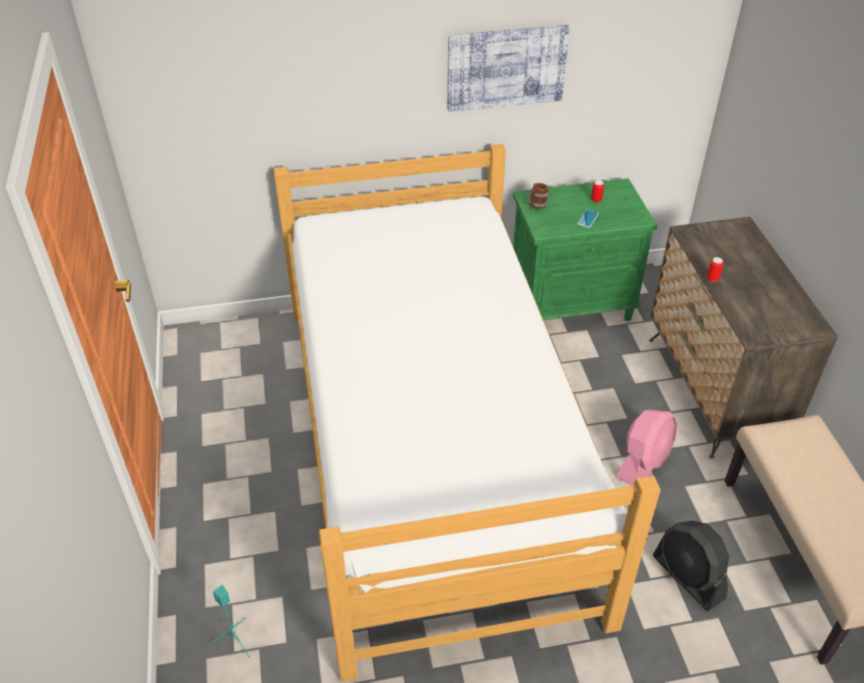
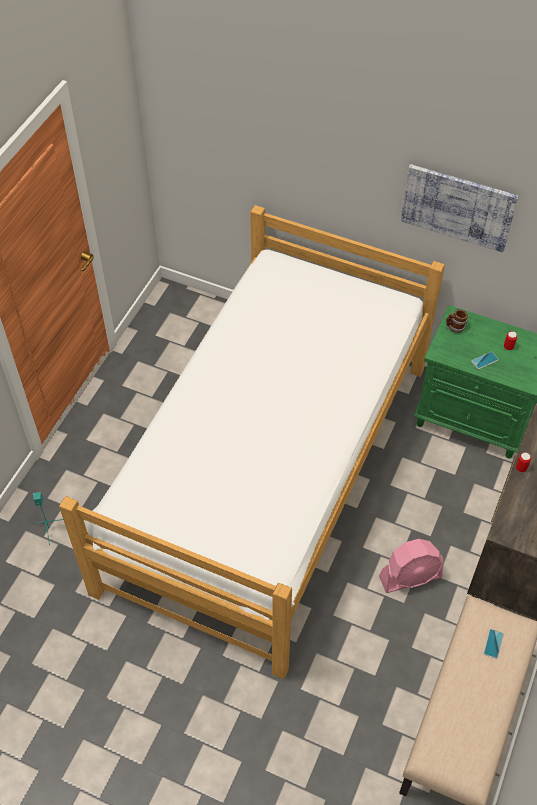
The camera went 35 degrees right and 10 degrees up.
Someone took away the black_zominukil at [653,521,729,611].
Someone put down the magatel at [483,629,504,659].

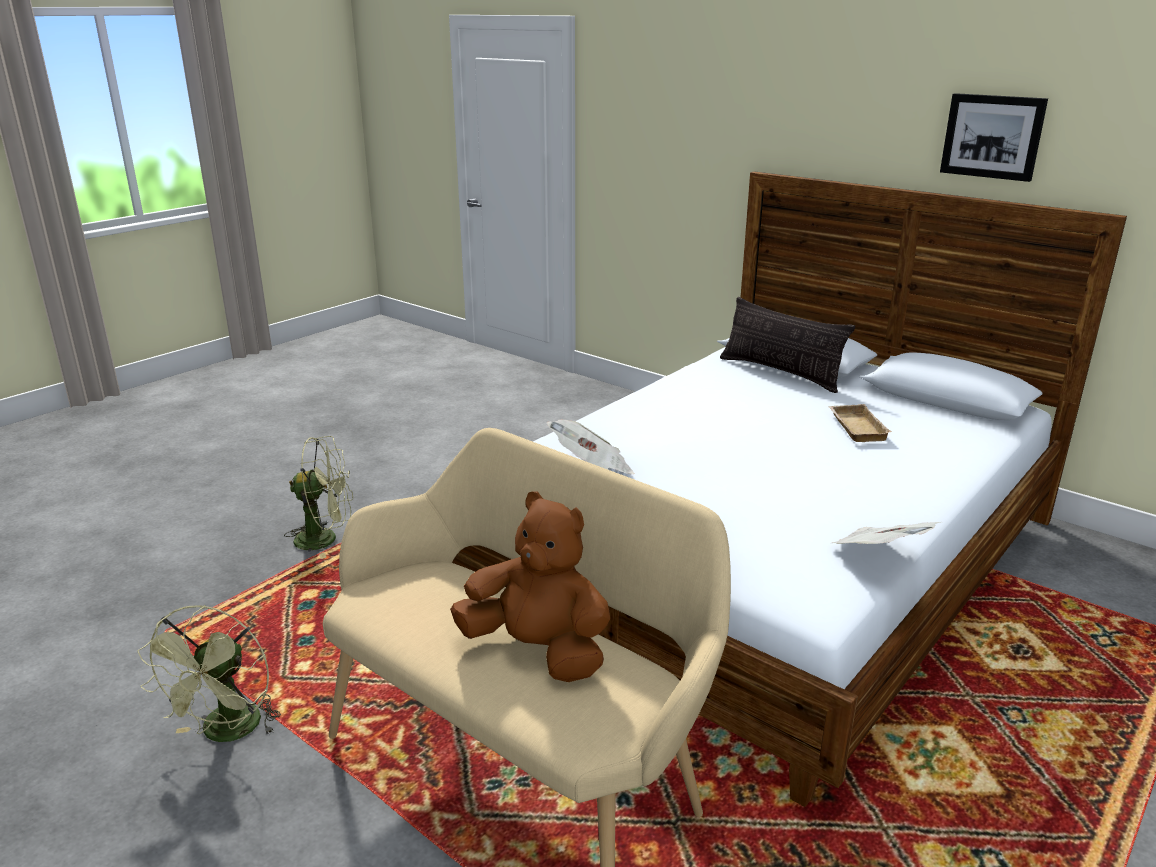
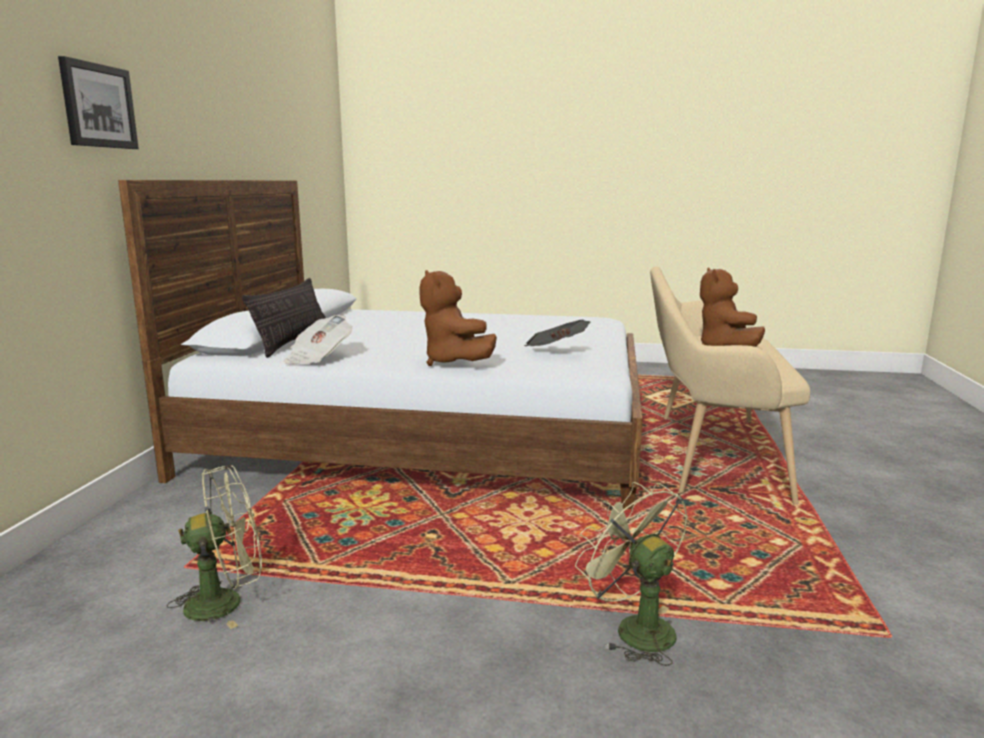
The camera went 120 degrees left and 10 degrees down.
Someone carried the green_zominukil from [137,605,281,742] to [167,465,262,629].
Someone took away the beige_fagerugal at [828,404,892,442].
Someone carried the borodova from [832,522,941,544] to [284,315,352,365].
Someone carried the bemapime from [940,93,1048,182] to [58,56,139,149].
Someone put down the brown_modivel at [420,270,497,366].

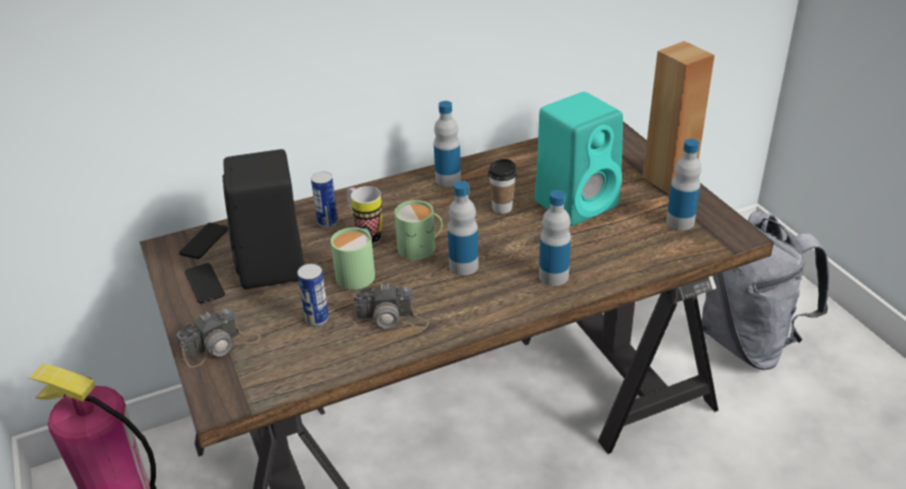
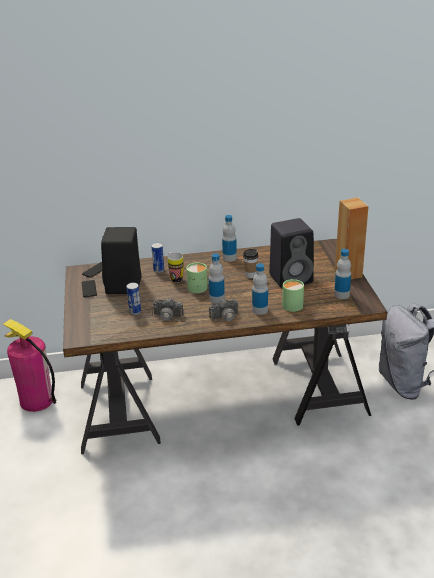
The camera went 15 degrees right and 5 degrees down.
Someone carried the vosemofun from [176,309,261,368] to [209,299,248,324].
Someone carried the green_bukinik from [331,227,375,290] to [282,279,305,312].
Someone repainted the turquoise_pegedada at [535,92,623,226], which became the black_pegedada at [269,218,314,289].

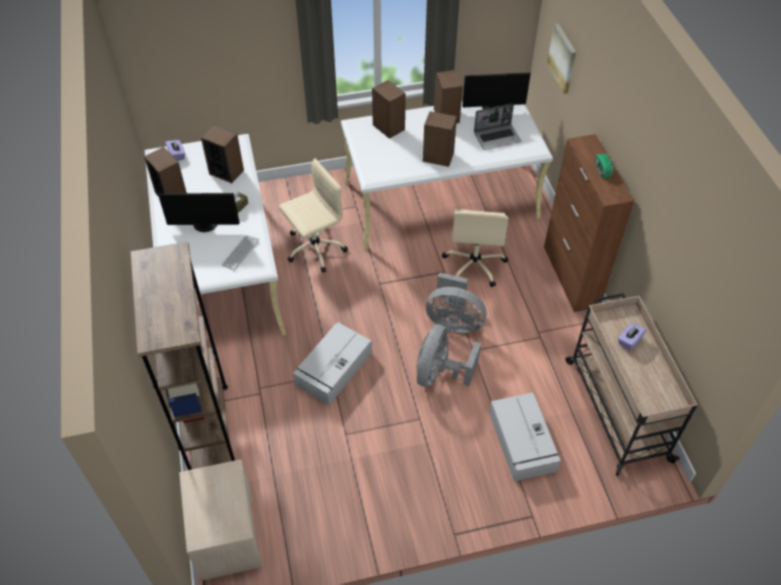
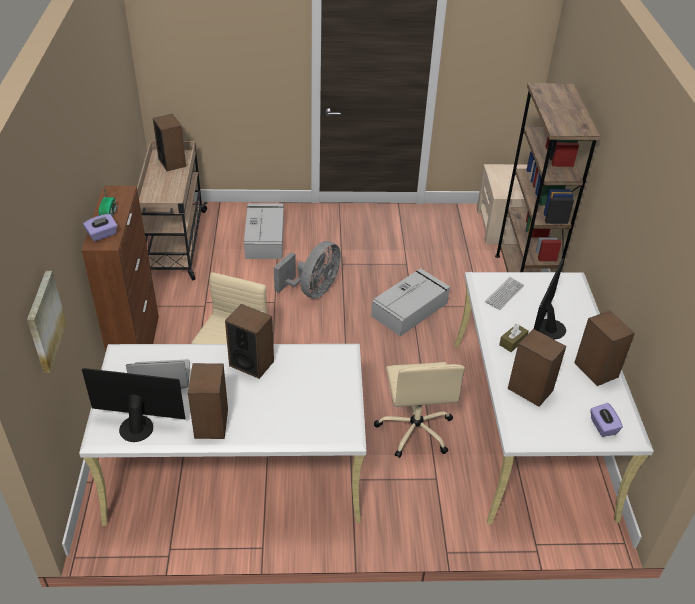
The camera went 170 degrees left and 10 degrees down.
Someone rotated the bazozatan at [158,193,240,232] by 75 degrees counterclockwise.
Someone rotated the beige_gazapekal at [279,158,348,273] by 75 degrees counterclockwise.
Someone carried the pegedada from [372,80,406,139] to [153,114,186,171].
Someone took away the grey_zominukil at [426,272,486,333].
Someone carried the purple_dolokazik from [618,323,647,351] to [83,214,117,241].

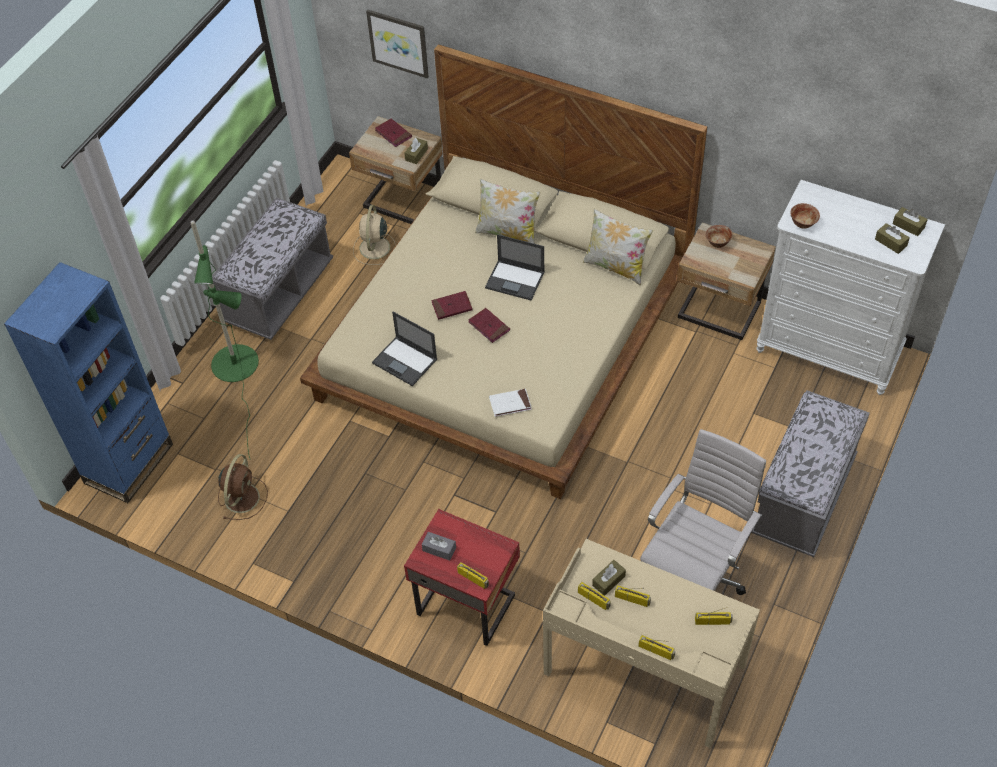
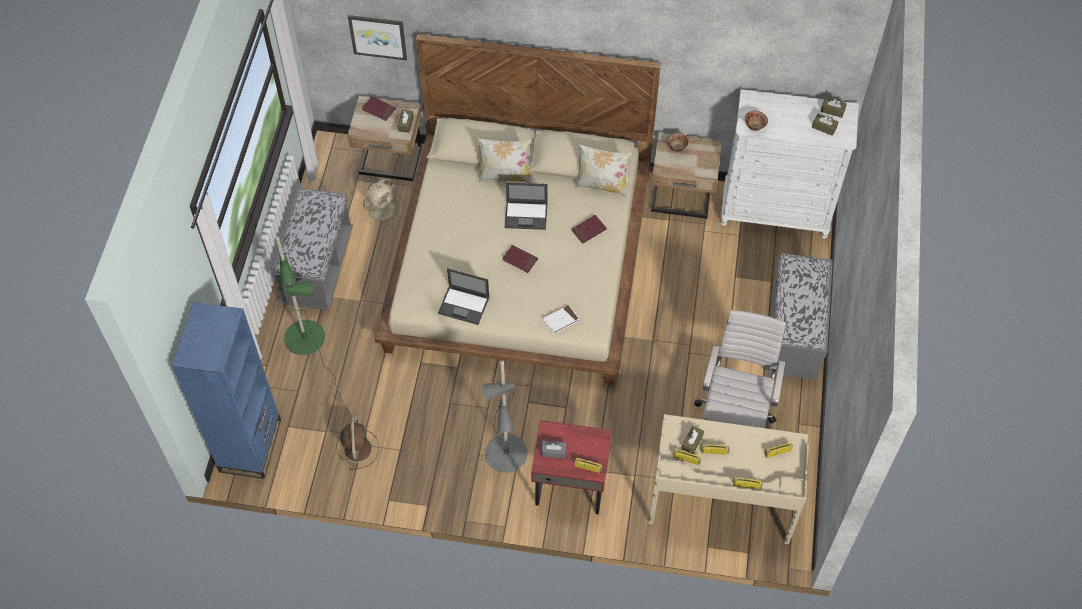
The camera went 20 degrees left and 5 degrees up.
Someone rotated the beige_zominukil at [353,205,396,265] by 120 degrees counterclockwise.
Someone carried the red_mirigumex from [431,291,473,320] to [571,215,607,244].
Someone put down the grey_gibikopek at [400,361,528,473].

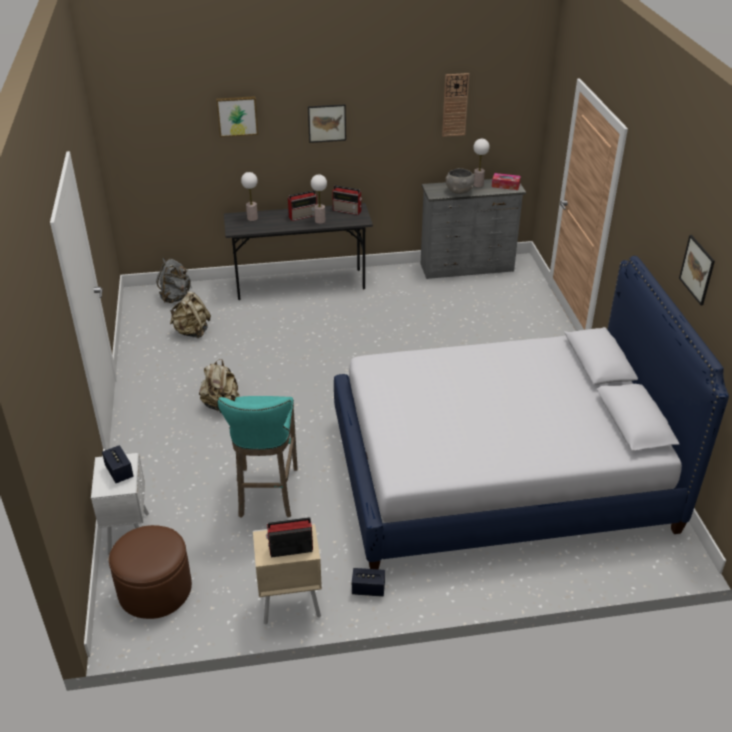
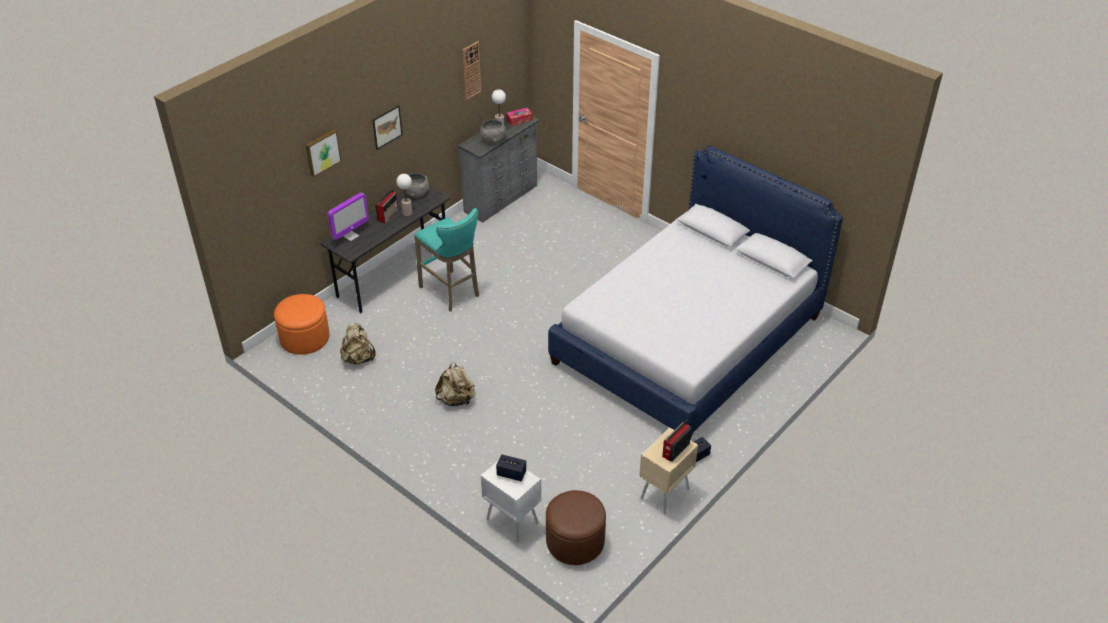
The camera went 40 degrees left and 5 degrees up.
Someone swapped the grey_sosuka at [156,258,192,303] for the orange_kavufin at [274,294,330,354].
Someone carried the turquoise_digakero from [218,396,298,518] to [414,208,479,312].
Someone swapped the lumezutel at [241,172,258,221] for the bazozatan at [328,193,369,241].
Someone swapped the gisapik at [332,185,362,215] for the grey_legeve at [403,173,429,198].
Someone took away the bemapime at [679,235,715,305].

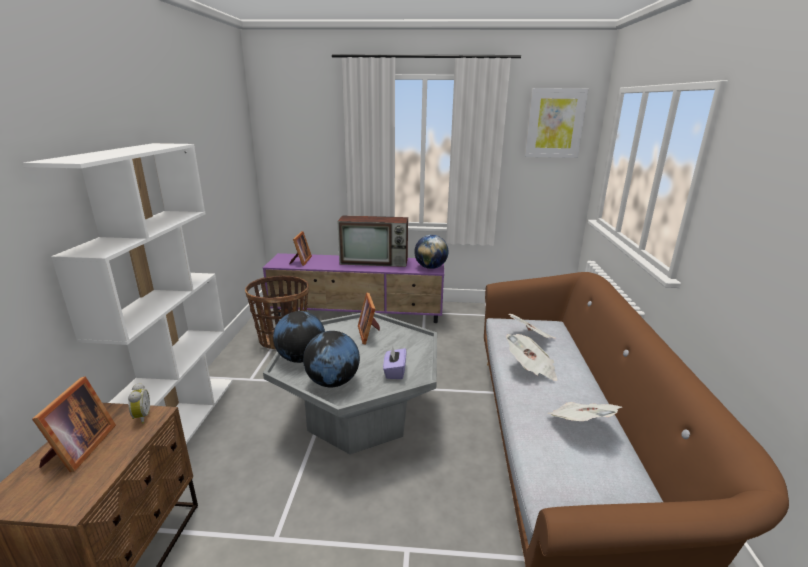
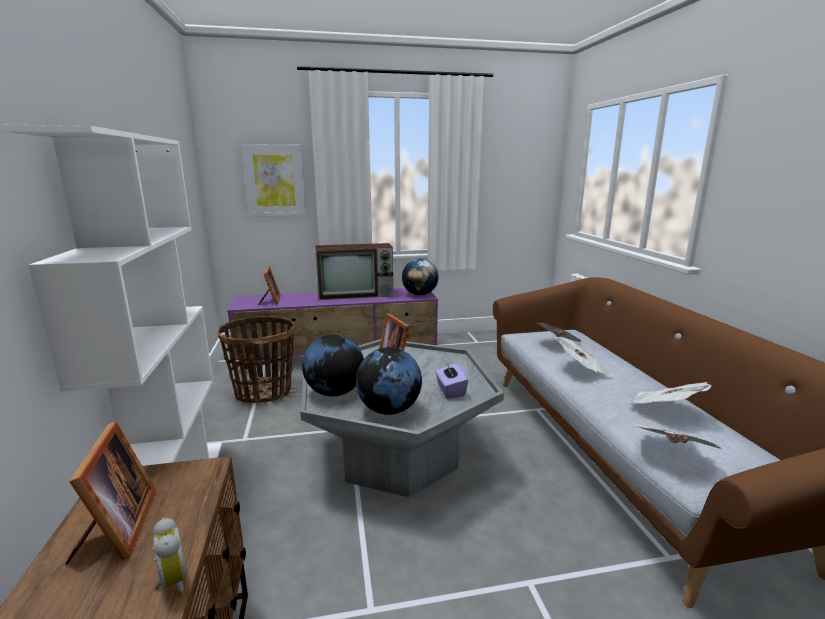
The camera went 15 degrees left and 5 degrees down.
Someone carried the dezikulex from [128,383,150,424] to [153,518,187,595].
Someone carried the bemapime from [525,88,588,158] to [241,144,306,217].
Someone put down the borodova at [632,423,722,449].

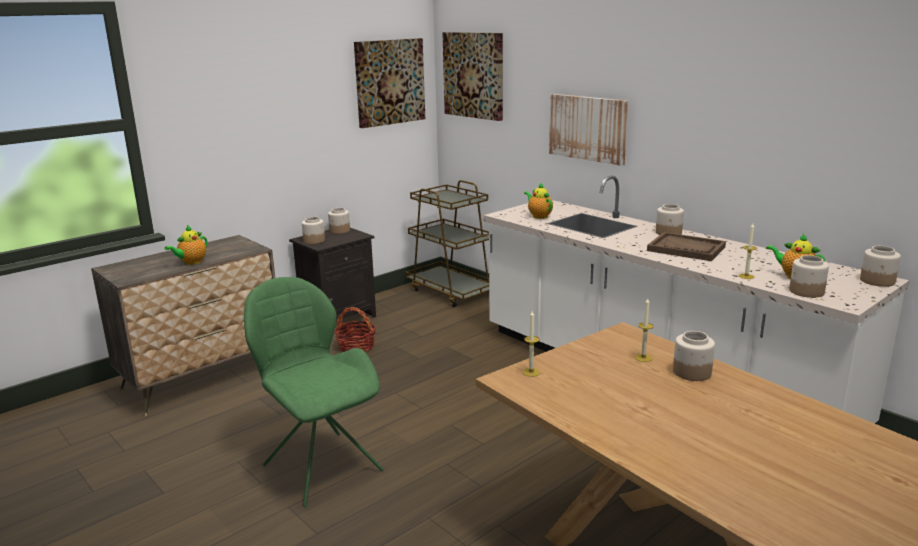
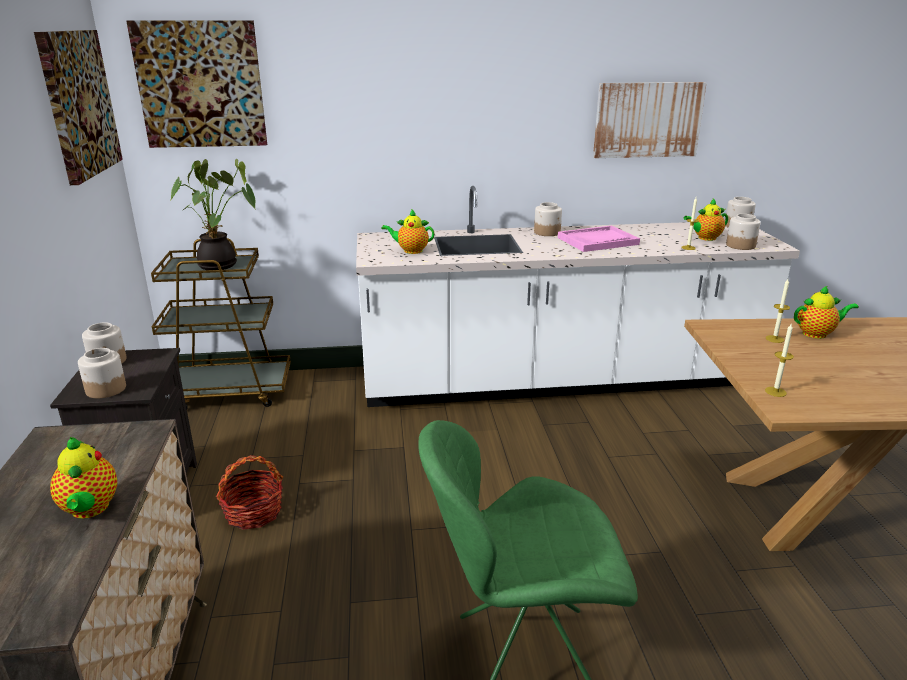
The camera went 55 degrees left and 5 degrees up.
Someone carried the bemapime from [549,94,628,166] to [593,82,707,158].
Someone repainted the brown_fagerugal at [647,232,726,261], which became the pink_fagerugal at [558,226,640,252].
Someone swapped the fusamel at [673,331,715,381] for the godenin at [794,285,859,339].
Someone put down the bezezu at [171,159,256,270].

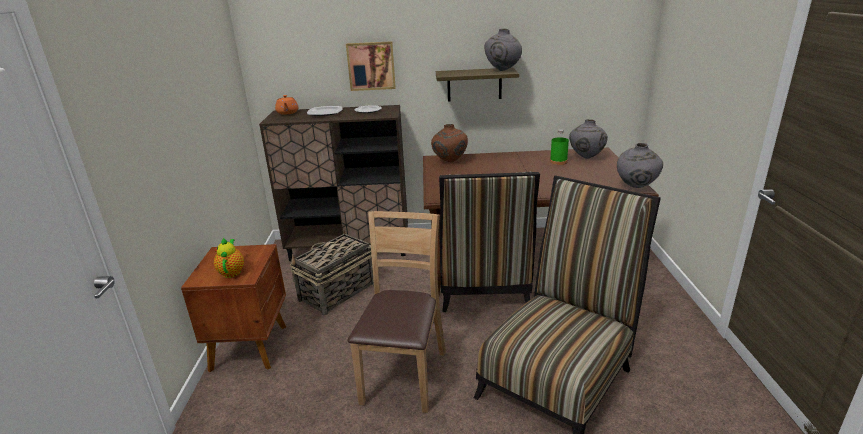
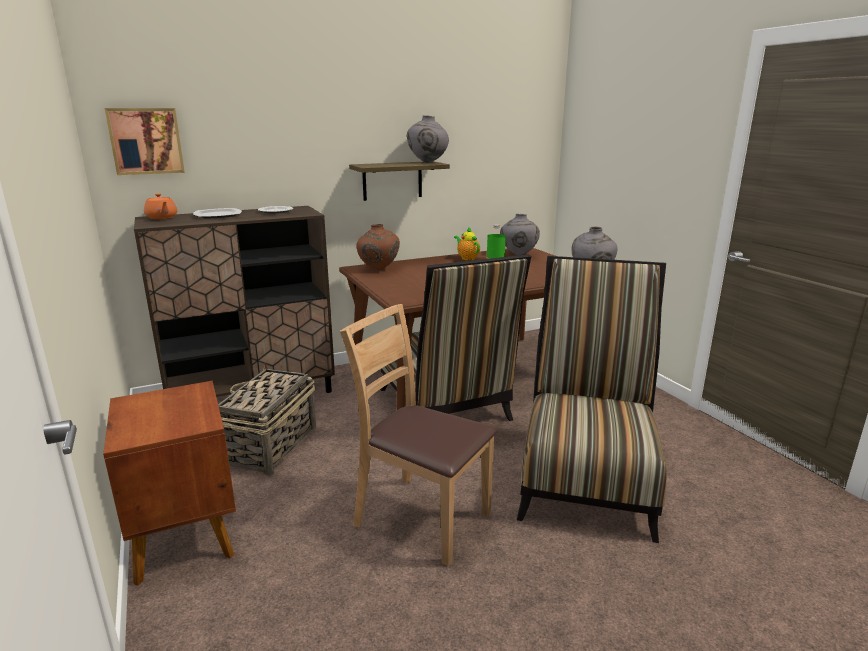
The camera went 25 degrees left and 5 degrees down.
Someone carried the godenin from [214,237,244,278] to [454,227,480,260].
Someone carried the bemapime from [346,41,396,91] to [105,108,185,175].
Someone rotated the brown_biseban at [348,211,446,413] by 45 degrees counterclockwise.

